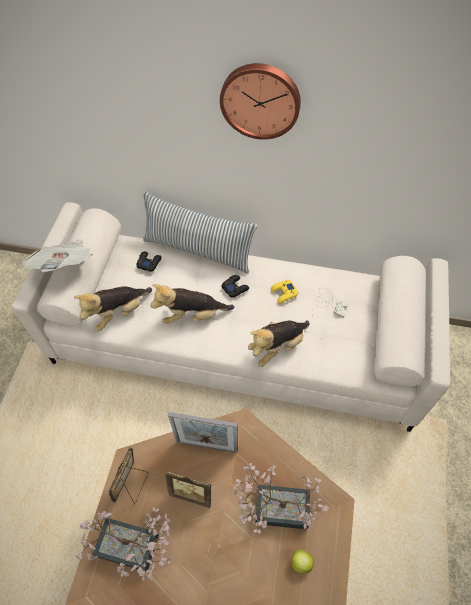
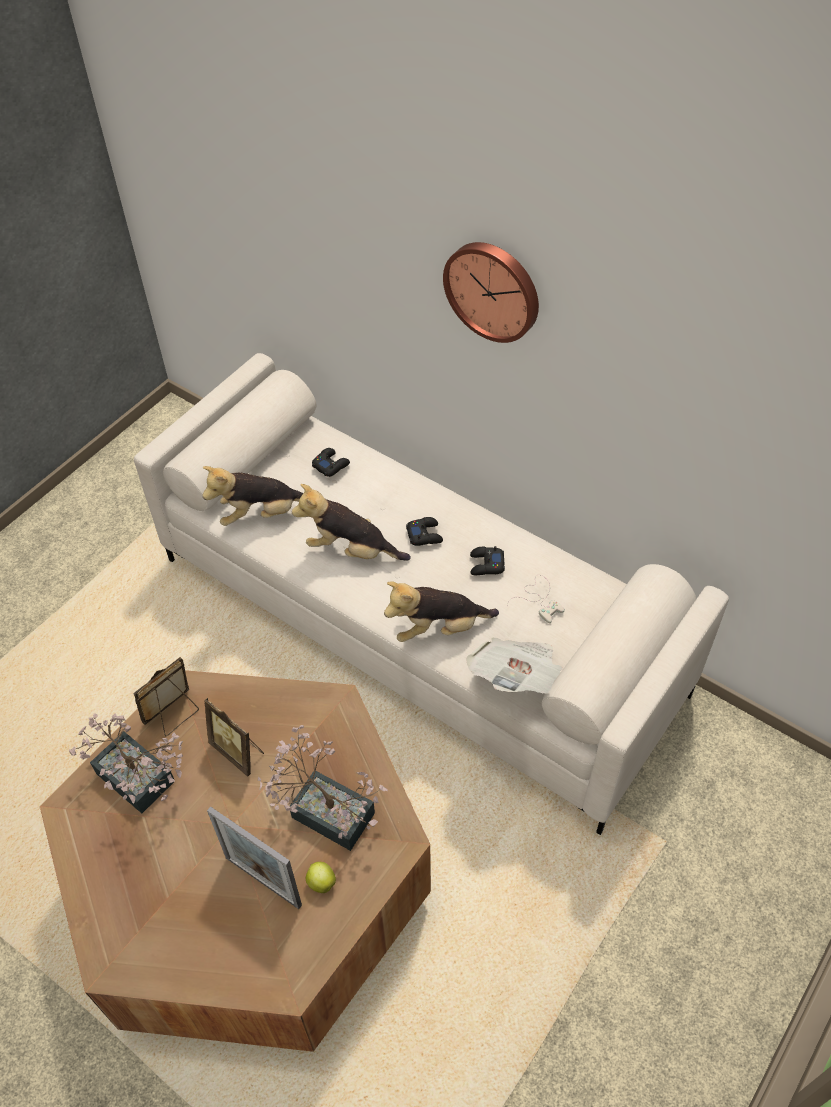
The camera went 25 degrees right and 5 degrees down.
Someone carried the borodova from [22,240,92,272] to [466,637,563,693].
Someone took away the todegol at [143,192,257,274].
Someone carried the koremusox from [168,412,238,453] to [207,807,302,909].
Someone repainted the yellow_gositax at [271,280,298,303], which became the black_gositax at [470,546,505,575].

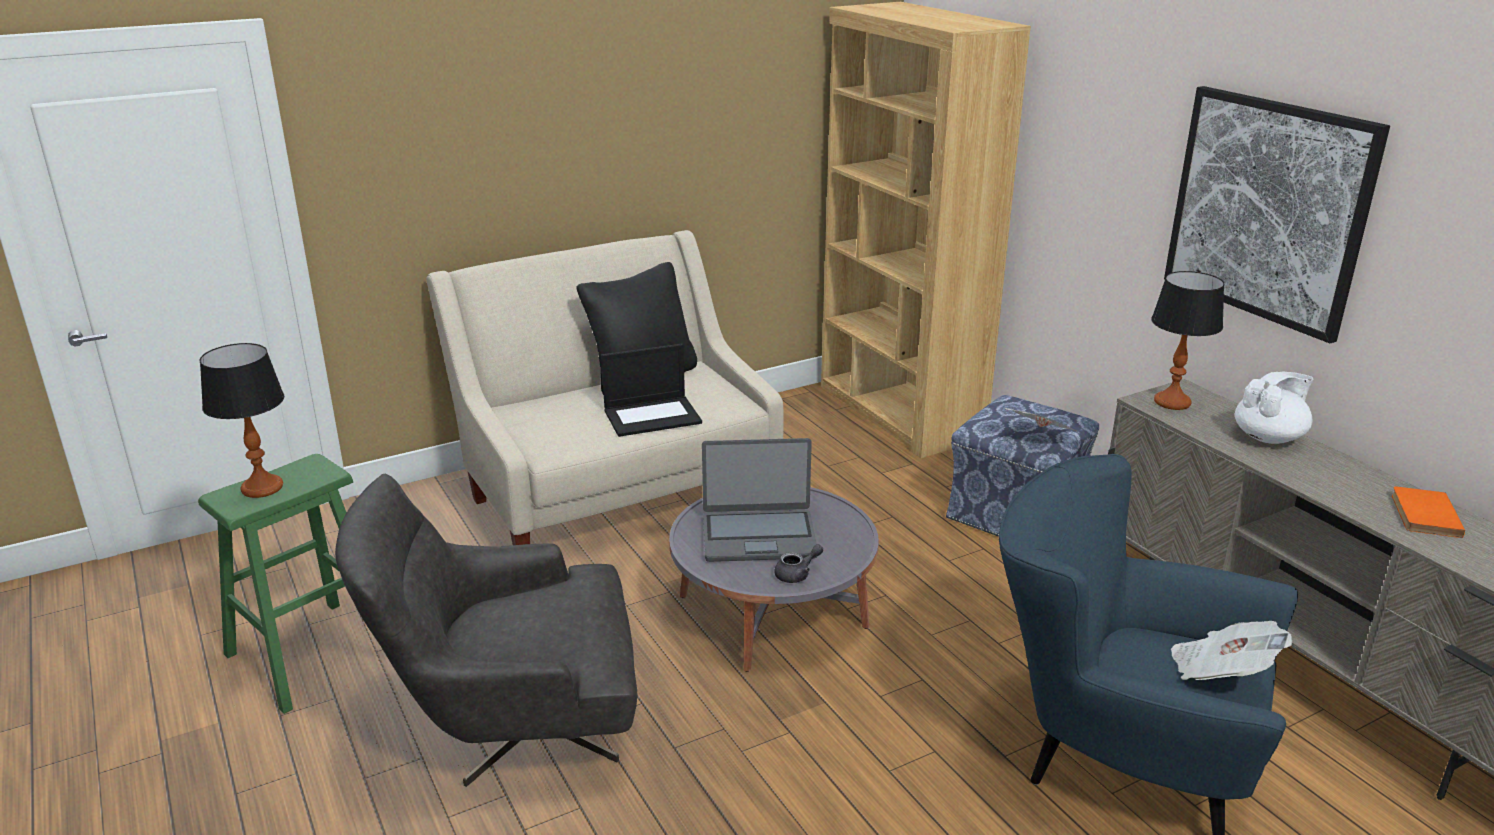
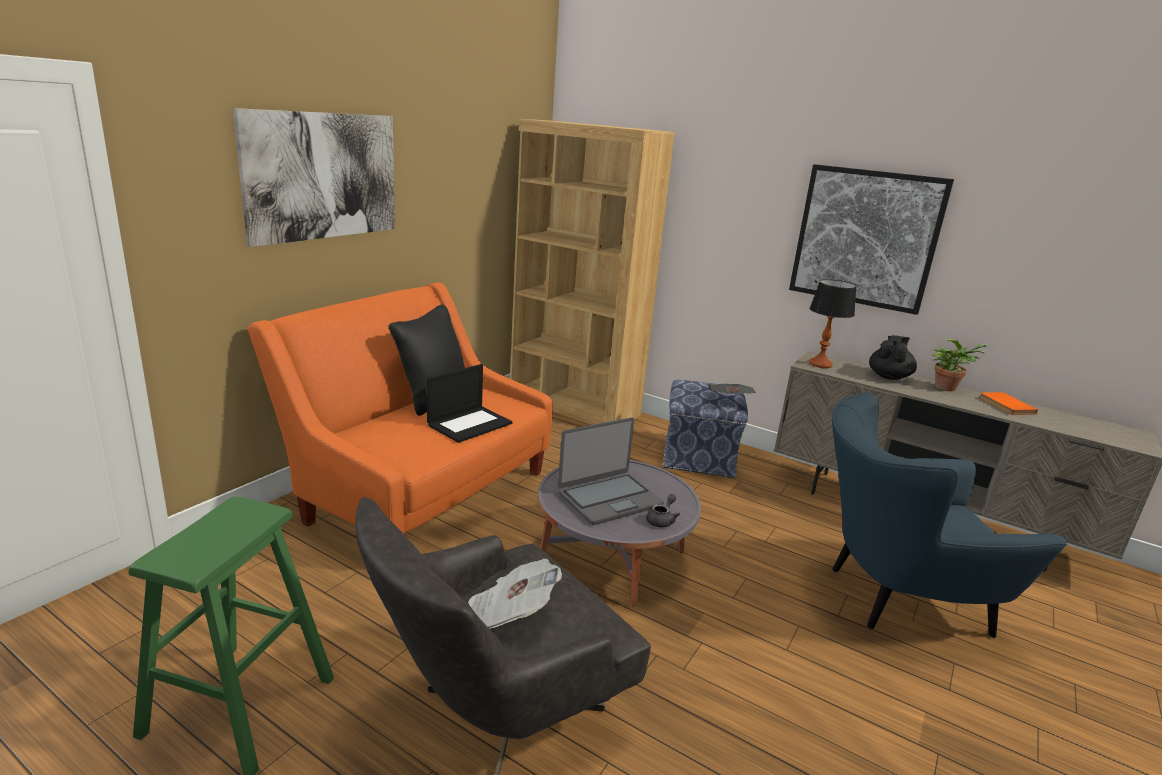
The camera went 30 degrees left and 5 degrees down.
Someone took away the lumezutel at [200,343,284,498].
Someone repainted the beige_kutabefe at [426,230,784,545], which became the orange_kutabefe at [247,282,553,534].
Someone carried the borodova from [1171,621,1292,680] to [468,559,562,629].
Someone repainted the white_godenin at [1235,371,1314,444], which became the black_godenin at [869,335,917,380].
Someone put up the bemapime at [233,108,395,247].
Someone put down the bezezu at [932,339,989,391].

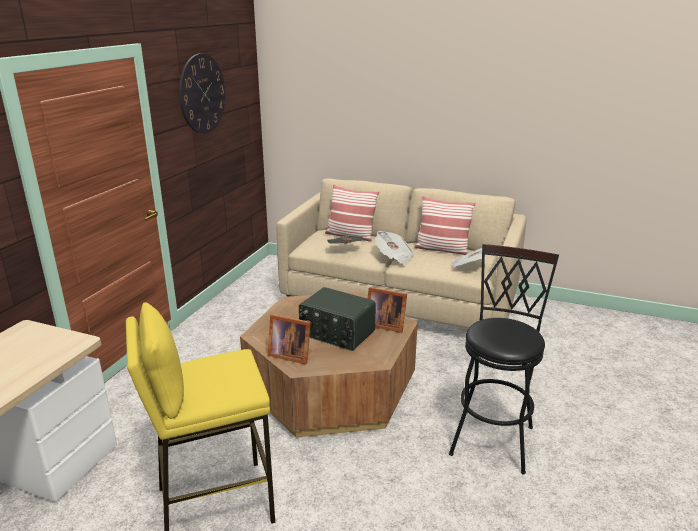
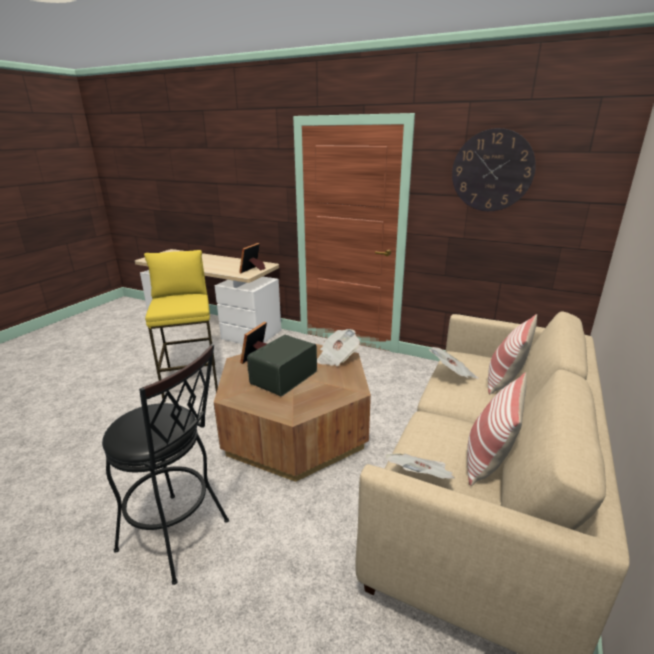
The camera went 95 degrees right and 0 degrees up.
Someone carried the koremusox from [367,287,407,333] to [239,243,266,273].
Someone carried the borodova from [375,231,414,265] to [317,329,360,366].

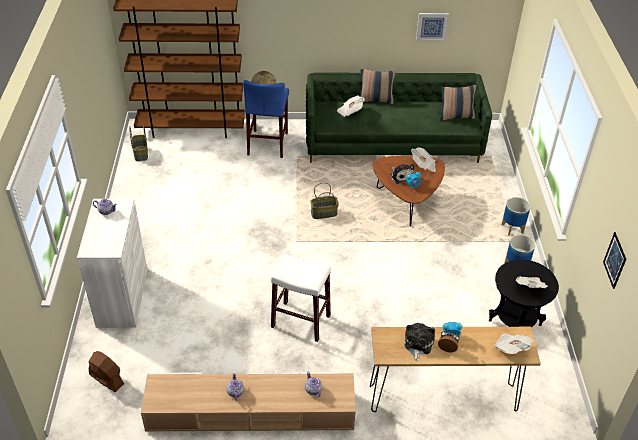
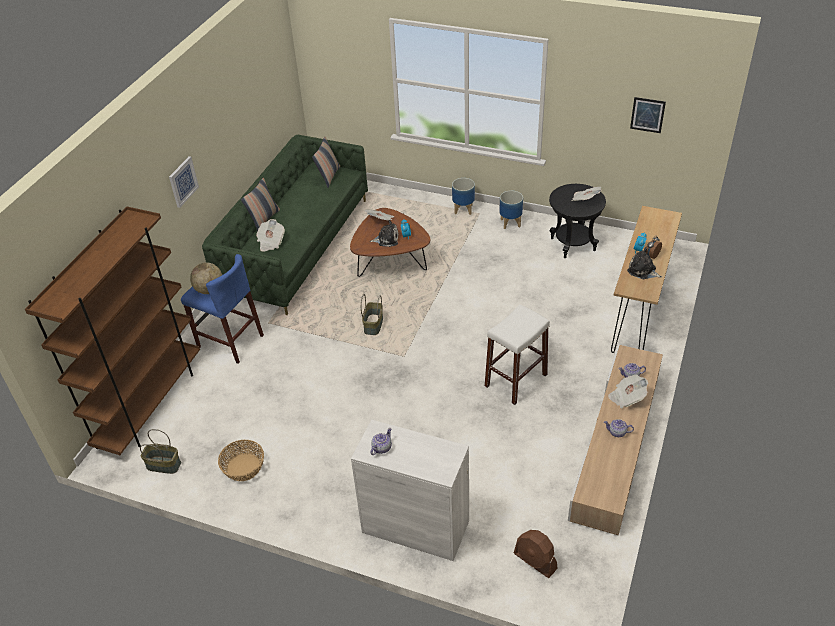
The camera went 65 degrees left and 0 degrees up.
Someone rotated the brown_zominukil at [88,351,124,392] by 105 degrees counterclockwise.
Someone carried the bemapime from [416,13,449,41] to [169,156,199,208].
Someone carried the borodova from [493,333,534,354] to [608,374,648,409].
Someone put down the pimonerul at [218,440,264,481].

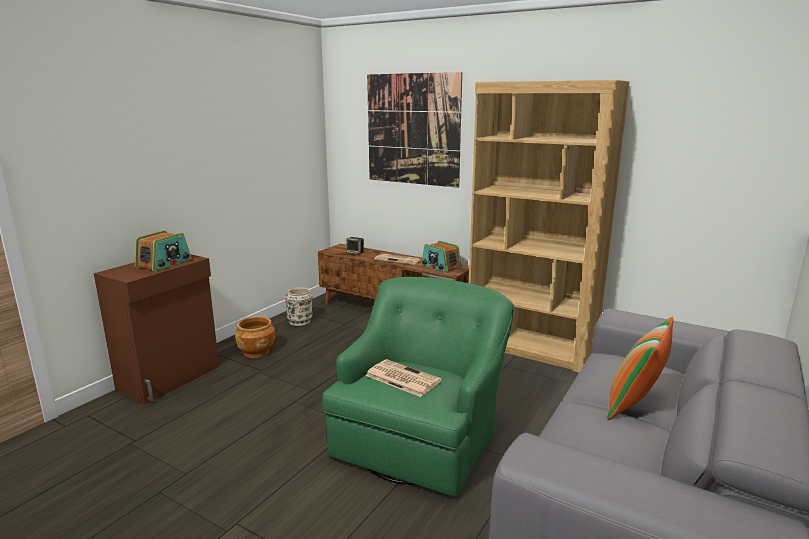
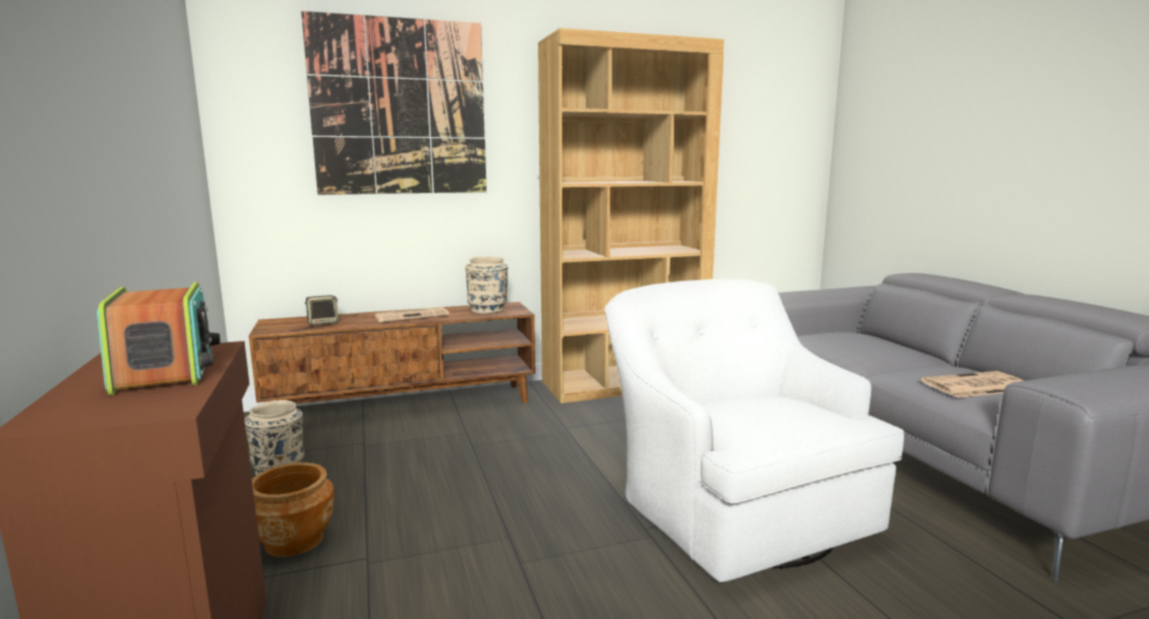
The camera went 50 degrees left and 5 degrees down.
Someone repainted the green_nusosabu at [322,277,514,497], which became the white_nusosabu at [605,279,904,582].
Someone carried the borodova from [365,359,442,397] to [921,371,1024,398].
Someone swapped the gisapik at [421,241,462,273] for the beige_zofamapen at [465,256,508,314].
Someone took away the todegol at [608,317,674,420].

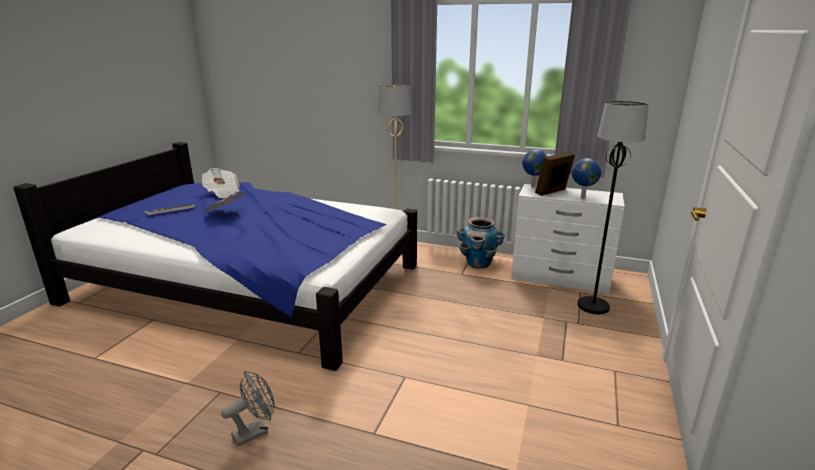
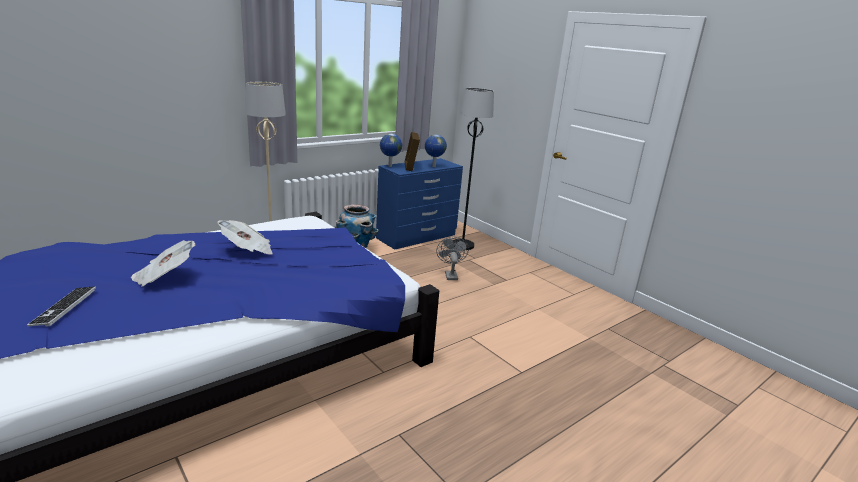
The camera went 60 degrees left and 0 degrees up.
Someone carried the borodova from [202,168,240,198] to [217,220,272,255].
Someone carried the grey_zominukil from [221,371,275,446] to [436,237,469,280].
Someone repainted the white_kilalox at [511,184,625,294], which became the blue_kilalox at [376,158,463,250].

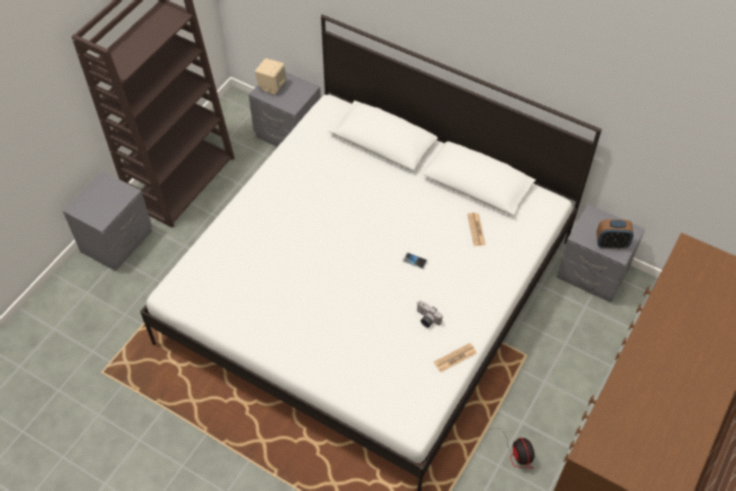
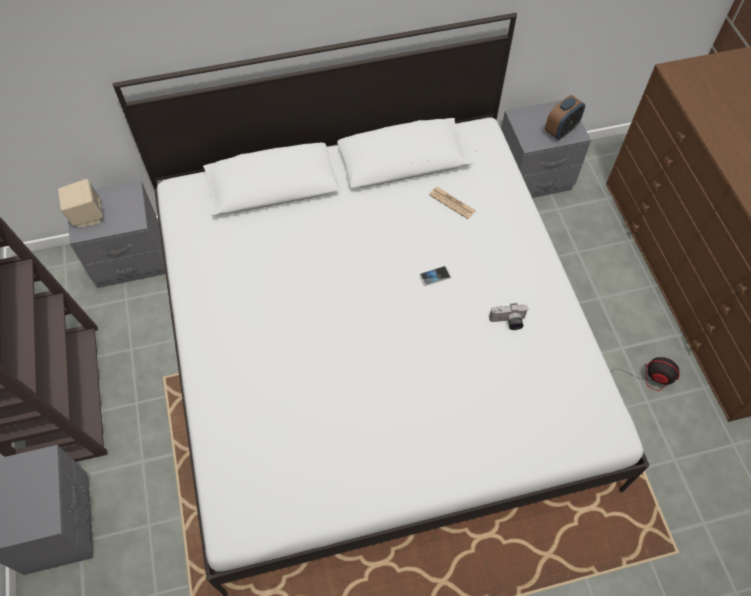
The camera went 45 degrees left and 5 degrees up.
Someone took away the borodova at [434,343,477,372].

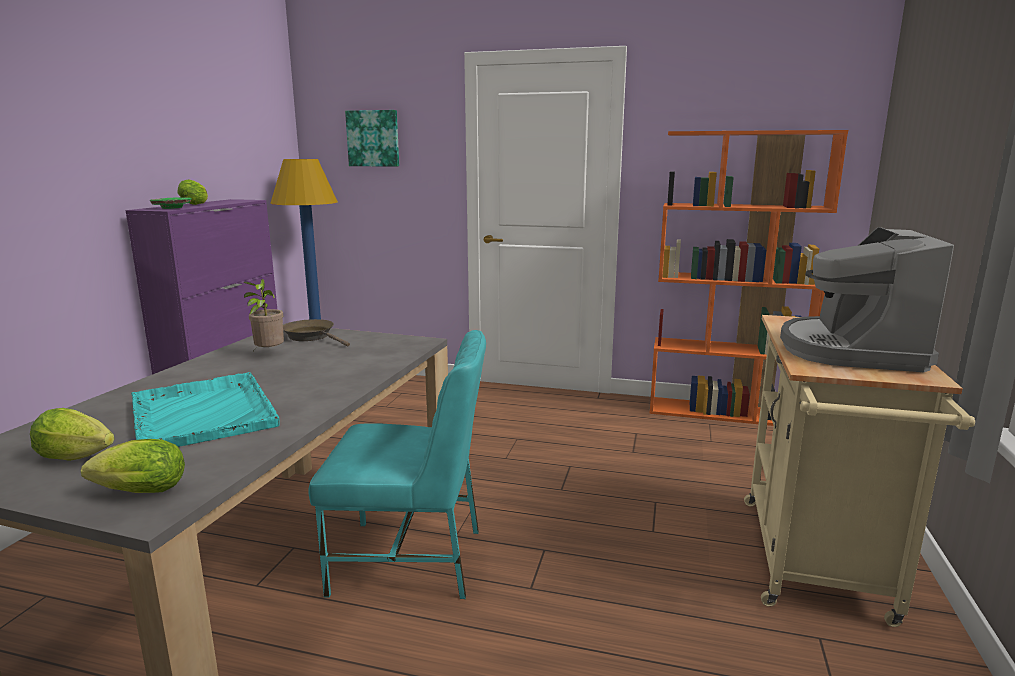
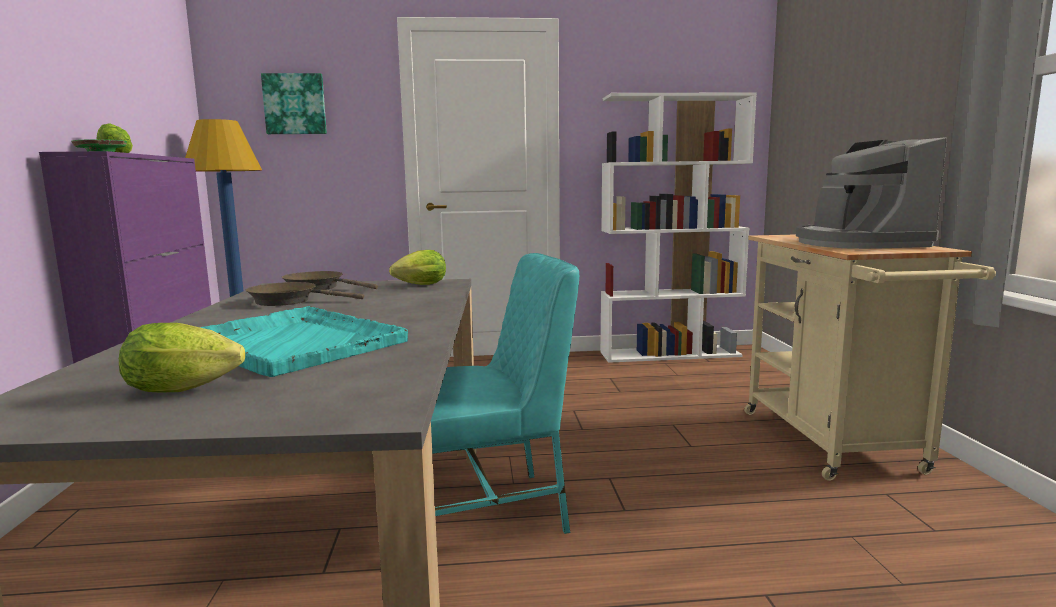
The camera went 20 degrees left and 5 degrees down.
Someone carried the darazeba from [81,439,185,493] to [389,250,446,285].
Someone swapped the bezezu at [244,279,284,351] for the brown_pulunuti at [246,282,364,306].
Someone repainted the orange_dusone at [649,130,848,426], which became the white_dusone at [600,92,757,363].

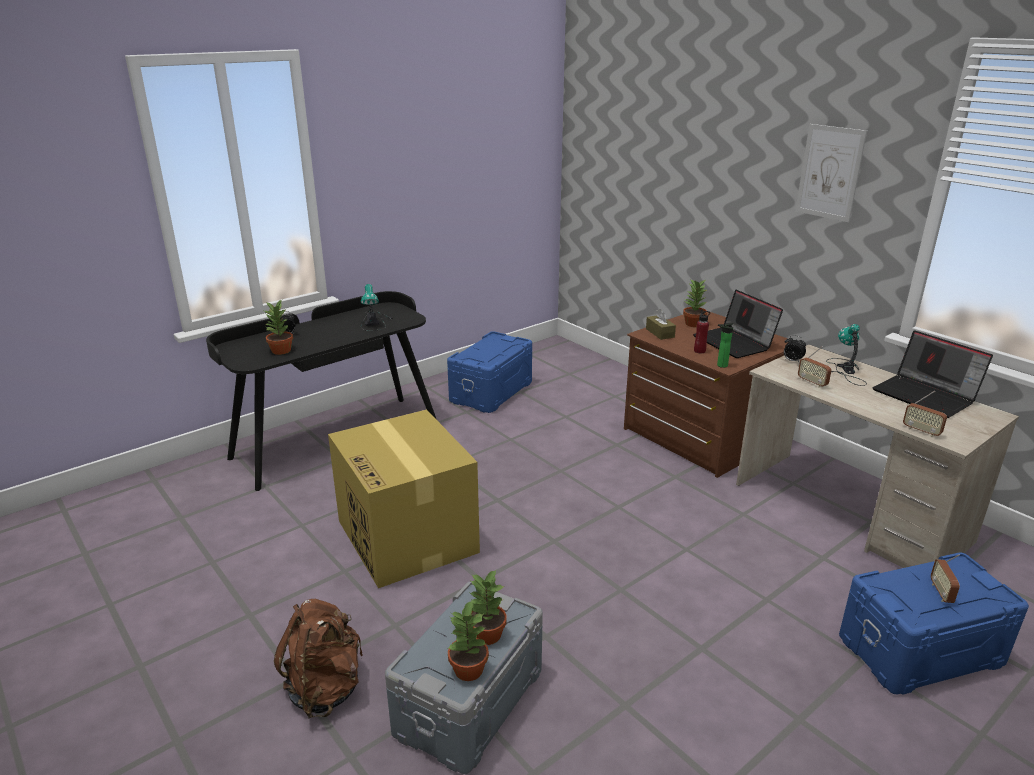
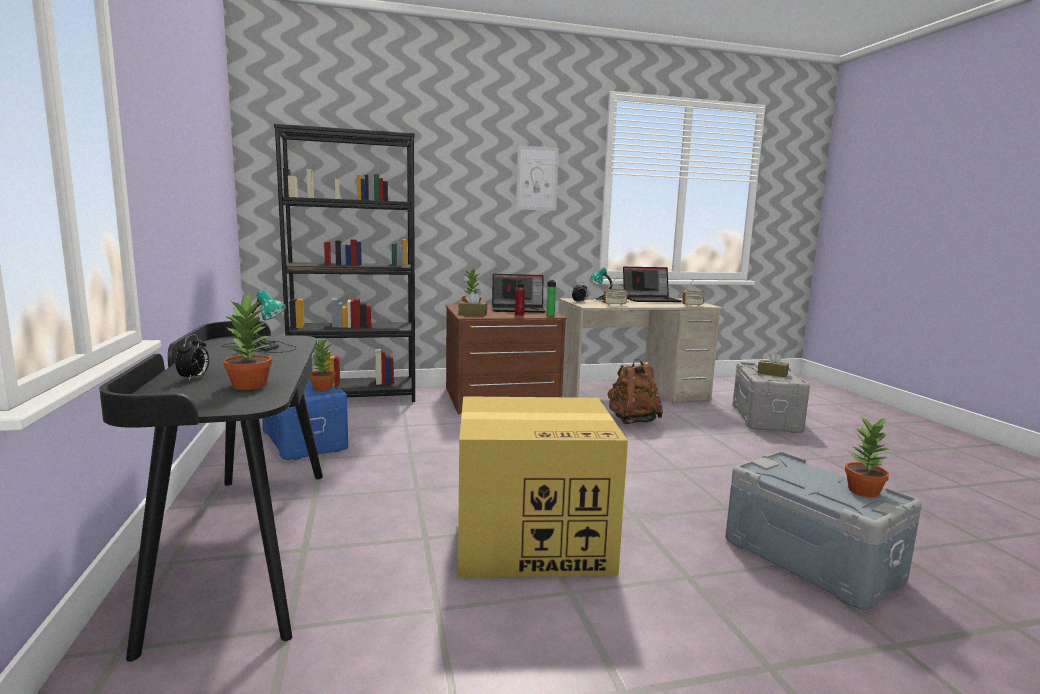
The camera went 65 degrees left and 15 degrees down.
Someone carried the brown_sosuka from [274,599,363,719] to [608,359,663,424].
Someone carried the bezezu from [470,570,507,645] to [310,339,336,391].
Someone repainted the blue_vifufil at [839,552,1029,695], which became the grey_vifufil at [732,362,810,433].
Someone swapped the gisapik at [931,554,960,603] for the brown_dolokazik at [757,352,789,377].
Someone put down the black_dusone at [274,124,415,402].

